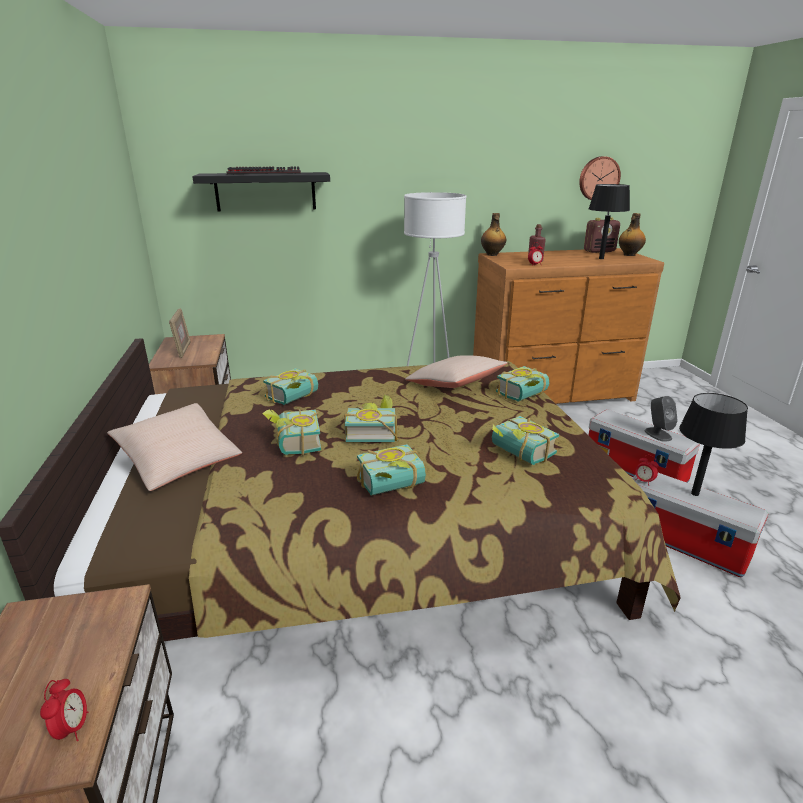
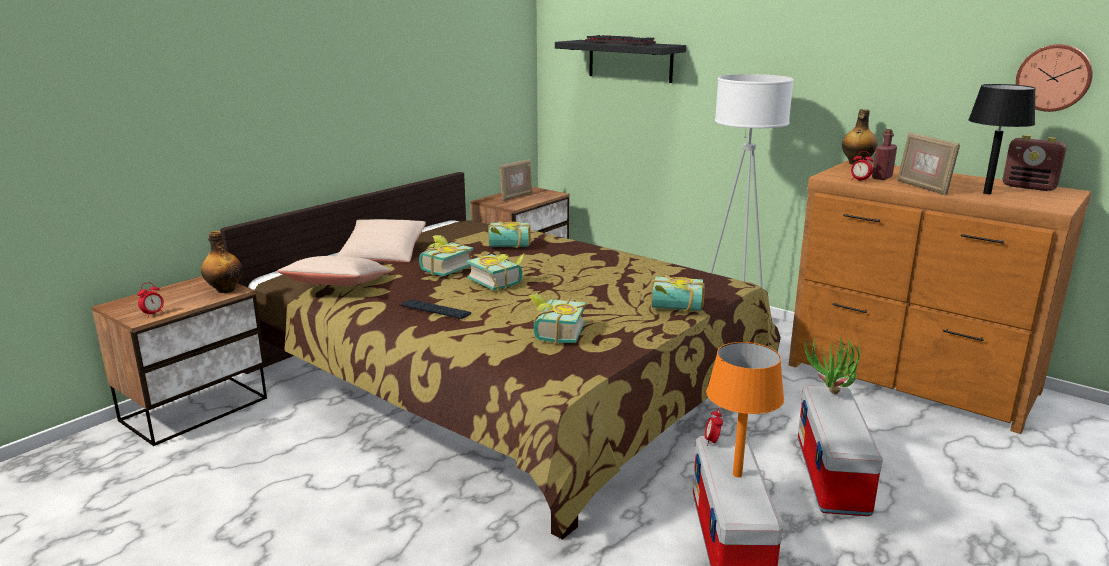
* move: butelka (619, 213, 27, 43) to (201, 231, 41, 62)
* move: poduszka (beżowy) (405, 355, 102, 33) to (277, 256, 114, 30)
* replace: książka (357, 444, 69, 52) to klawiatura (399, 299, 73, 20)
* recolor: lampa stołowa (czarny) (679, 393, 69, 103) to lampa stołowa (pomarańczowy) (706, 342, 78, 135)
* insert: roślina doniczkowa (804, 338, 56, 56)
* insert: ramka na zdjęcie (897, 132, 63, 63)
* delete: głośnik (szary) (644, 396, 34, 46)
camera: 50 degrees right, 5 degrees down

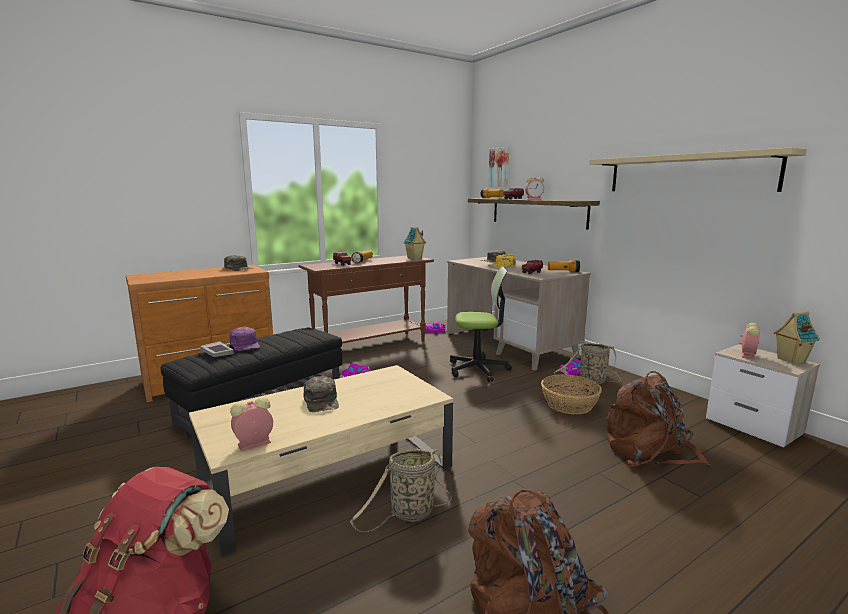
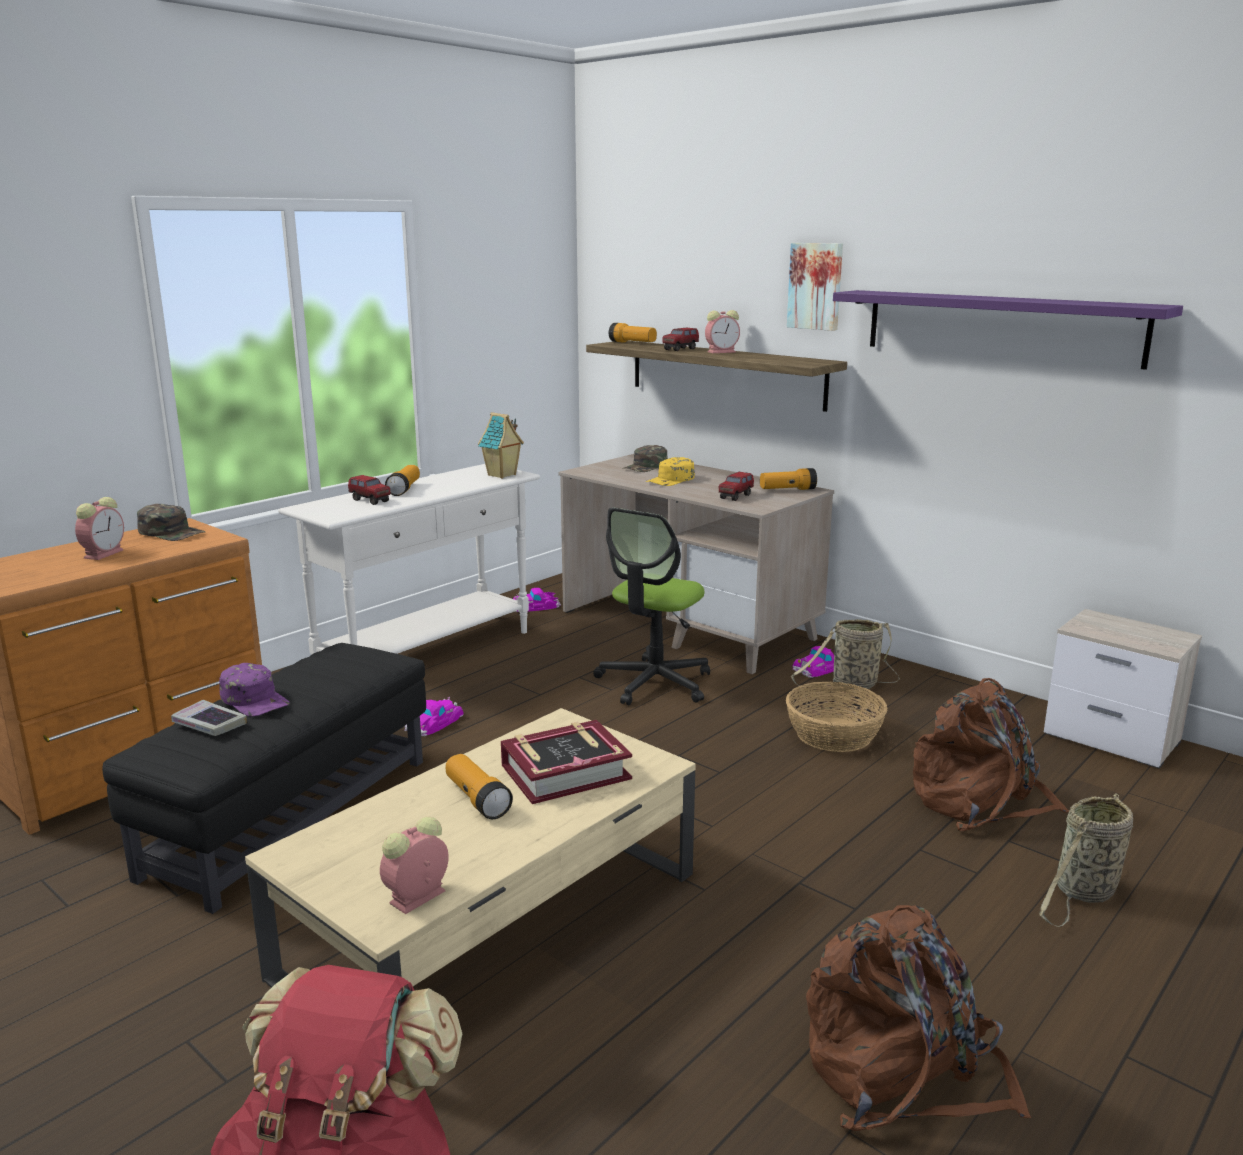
* move: budzik (739, 323, 21, 37) to (75, 497, 49, 63)
* recolor: stolik konsolowy (brązowy) (298, 256, 136, 88) to stolik konsolowy (biały) (278, 464, 262, 191)
* replace: czapka z daszkiem (zielony) (303, 376, 36, 36) to latarka (446, 754, 67, 65)
* insert: książka (501, 720, 131, 84)
* rotate: krzesło biurowe (450, 267, 62, 115) = (593, 508, 117, 197) 135 degrees clockwise
* move: obraz (488, 147, 21, 40) to (787, 243, 56, 88)
* recolor: półka (beżowy) (589, 147, 218, 45) to półka (fioletowy) (833, 290, 350, 80)
* move: koszyk (350, 449, 102, 83) to (1039, 793, 94, 134)
* delete: domek (774, 312, 46, 52)
camera: 15 degrees left, 5 degrees up

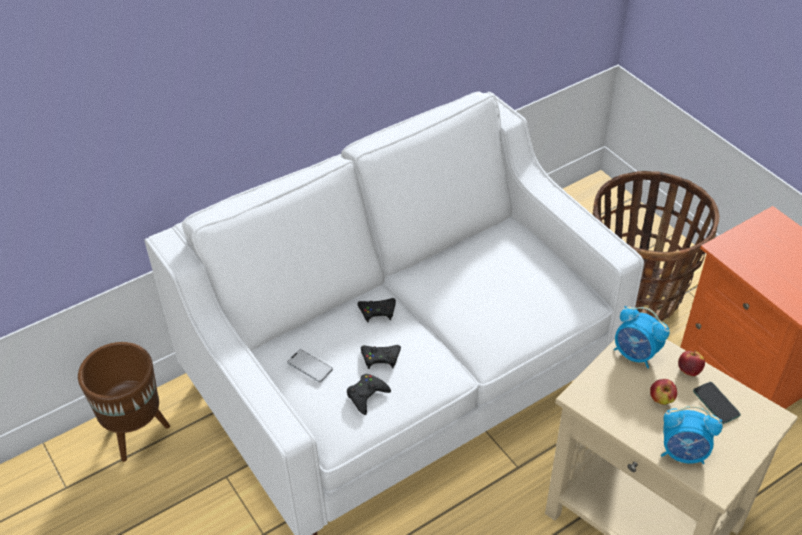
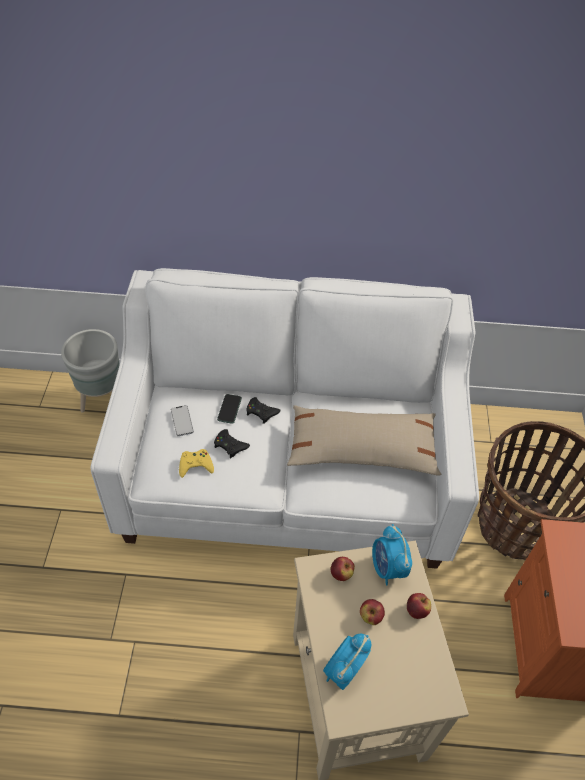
* recolor: donica (brązowy) (78, 342, 92, 120) to donica (szary) (61, 329, 58, 84)
* recolor: pad do gier (czarny) (347, 374, 44, 41) to pad do gier (żółty) (179, 449, 35, 29)
* move: telefon (693, 382, 48, 42) to (217, 394, 25, 30)
* insert: poduszka (beżowy) (287, 405, 154, 70)
* rotate: budzik (661, 406, 62, 58) = (323, 634, 48, 56) 75 degrees clockwise
* insert: jabłko (330, 557, 25, 24)
camera: 35 degrees right, 5 degrees up

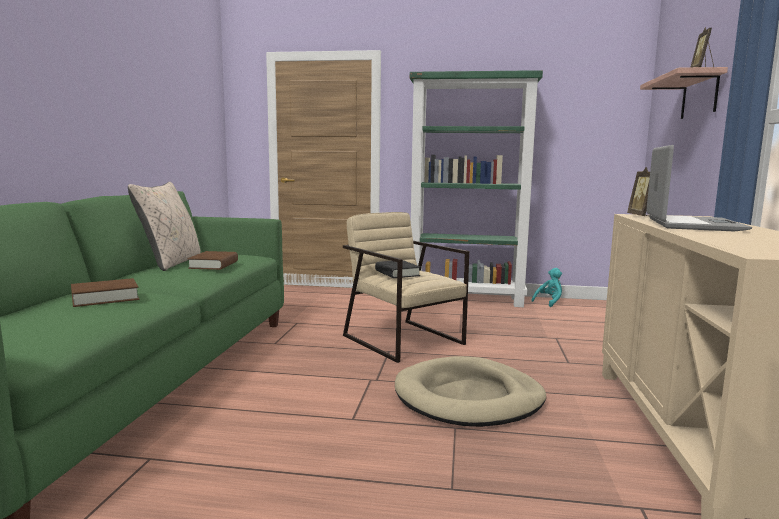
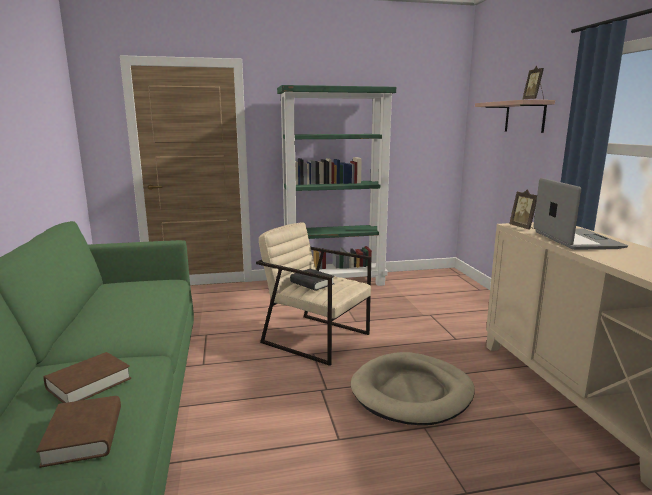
* move: książka (brązowy) (188, 251, 50, 19) to (36, 396, 85, 72)
* delete: poduszka (beżowy) (128, 182, 73, 89)
* delete: pluszak (turkusowy) (531, 268, 31, 39)
camera: 20 degrees left, 5 degrees up

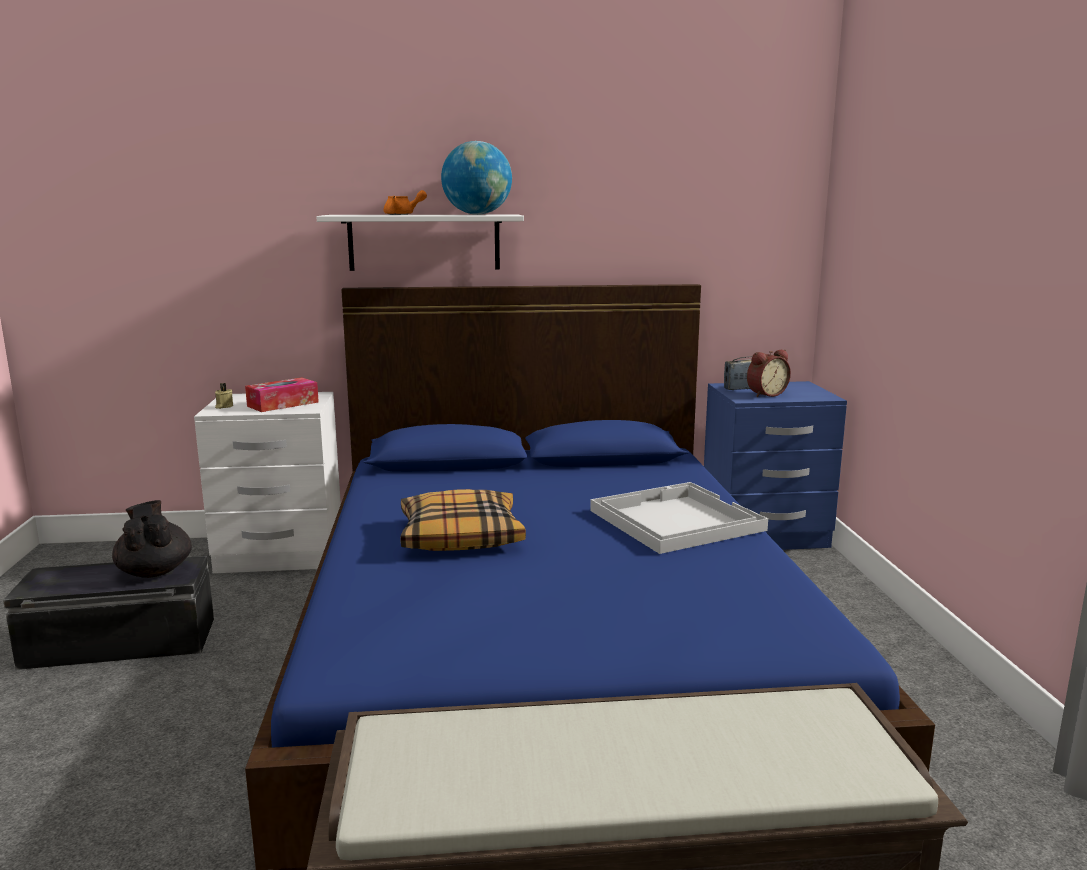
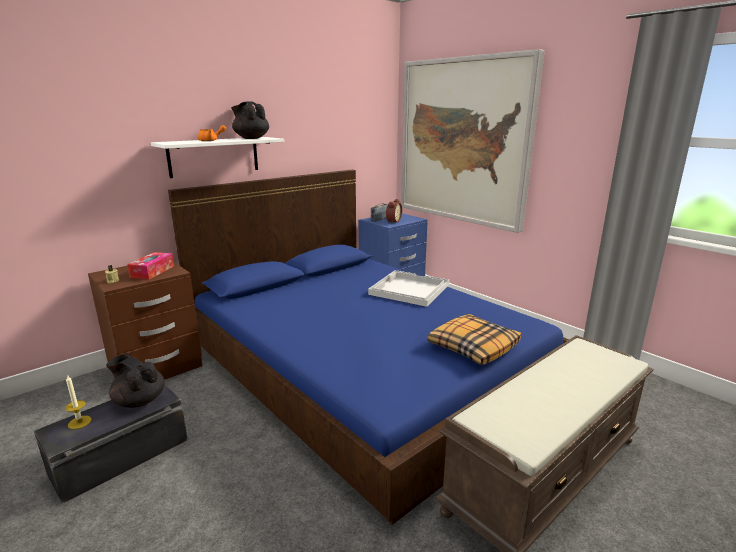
* insert: świeca (65, 375, 27, 54)
* recolor: szafka nocna (biały) (194, 392, 147, 181) to szafka nocna (brązowy) (88, 262, 114, 118)
* replace: globus (441, 141, 71, 74) to imbryk (czarny) (231, 101, 38, 38)
* insert: obraz (401, 49, 144, 184)
* move: poduszka (400, 489, 126, 62) to (427, 314, 94, 51)
camera: 35 degrees left, 5 degrees up

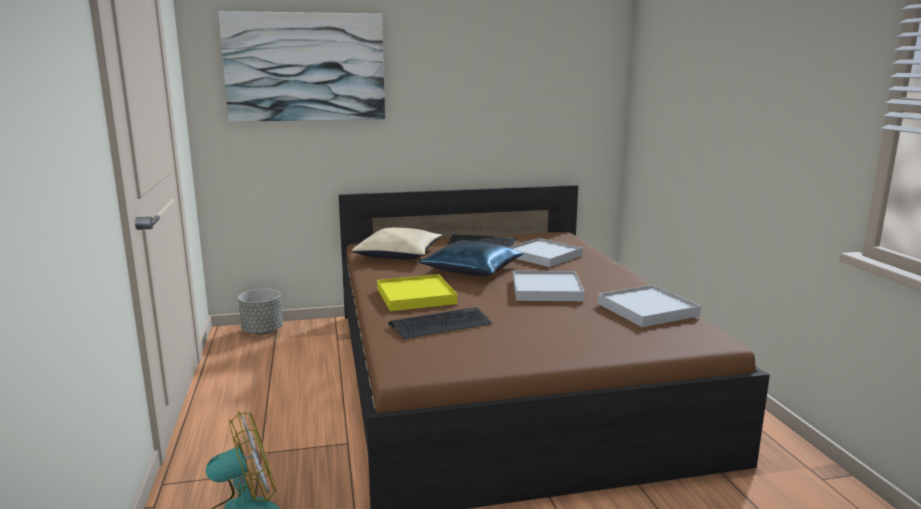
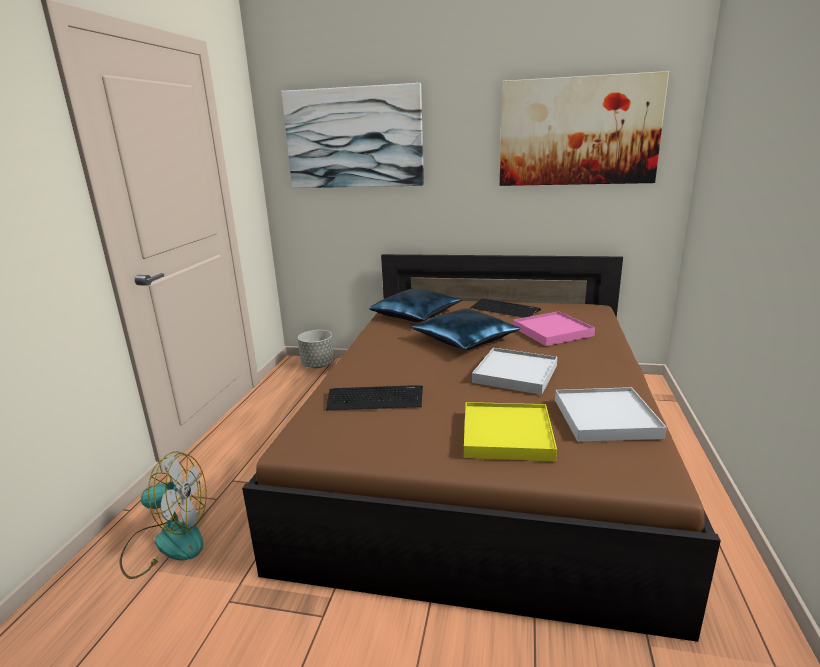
* recolor: poduszka (beżowy) (352, 227, 90, 33) to poduszka (niebieski) (369, 289, 93, 33)
* move: taca (żółty) (377, 274, 80, 37) to (464, 402, 93, 59)
* insert: obraz (500, 71, 169, 115)
* recolor: taca (biały) (508, 238, 75, 29) to taca (różowy) (513, 311, 82, 35)
camera: 25 degrees right, 5 degrees up

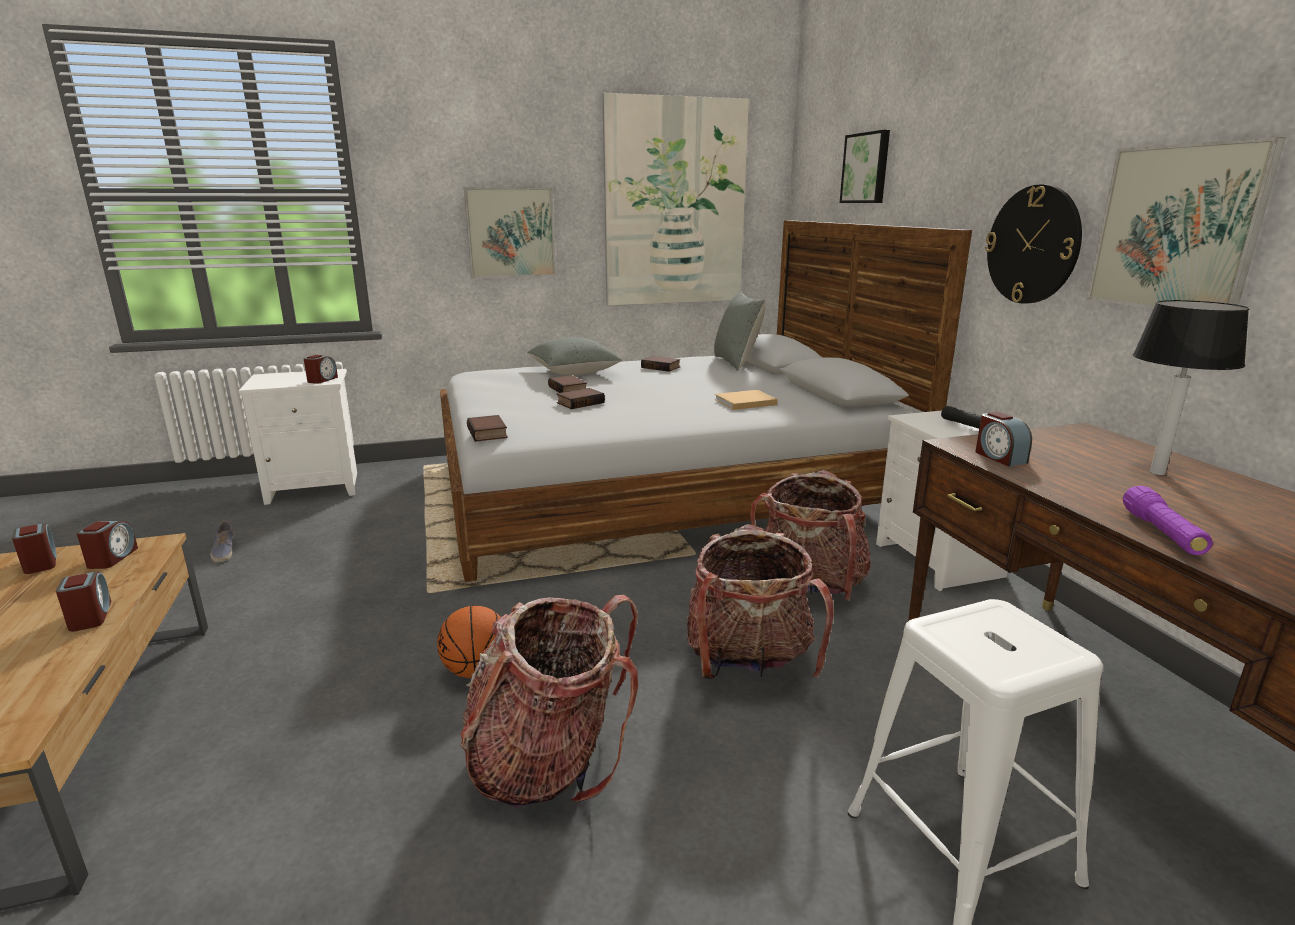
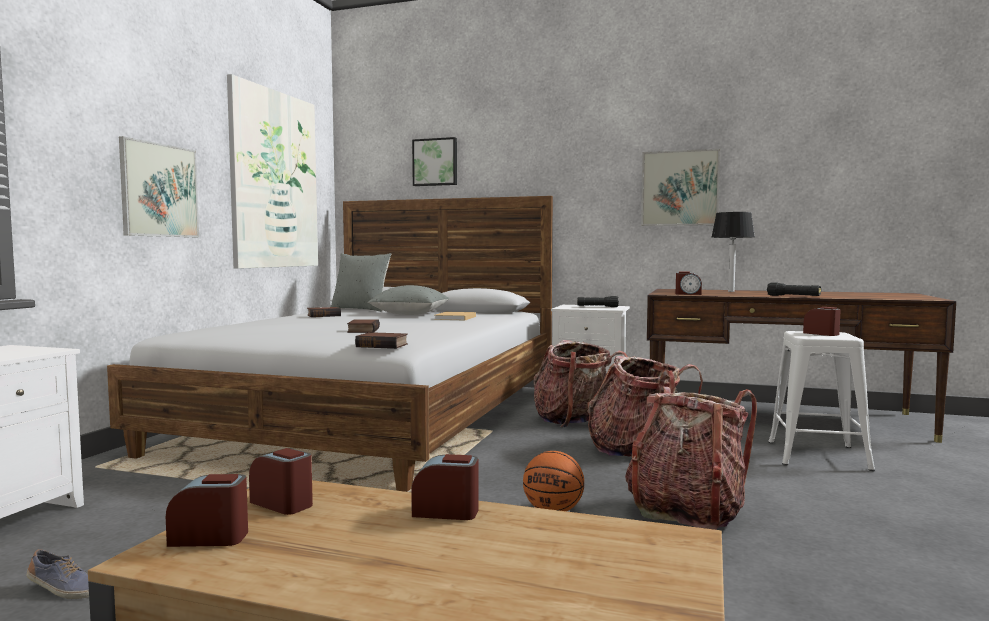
* move: poduszka (szary) (527, 337, 95, 38) to (368, 285, 82, 30)
* recolor: latarka (fioletowy) (1123, 486, 90, 69) to latarka (czarny) (767, 282, 54, 14)
* move: budzik (304, 355, 34, 29) to (803, 307, 38, 29)
* delete: książka (548, 375, 39, 18)
* delete: zegar ścienny (985, 184, 97, 120)
camera: 55 degrees left, 15 degrees down

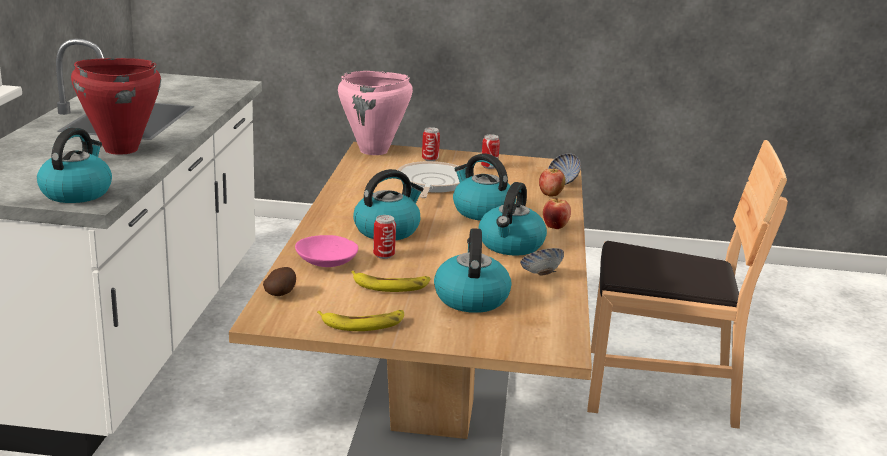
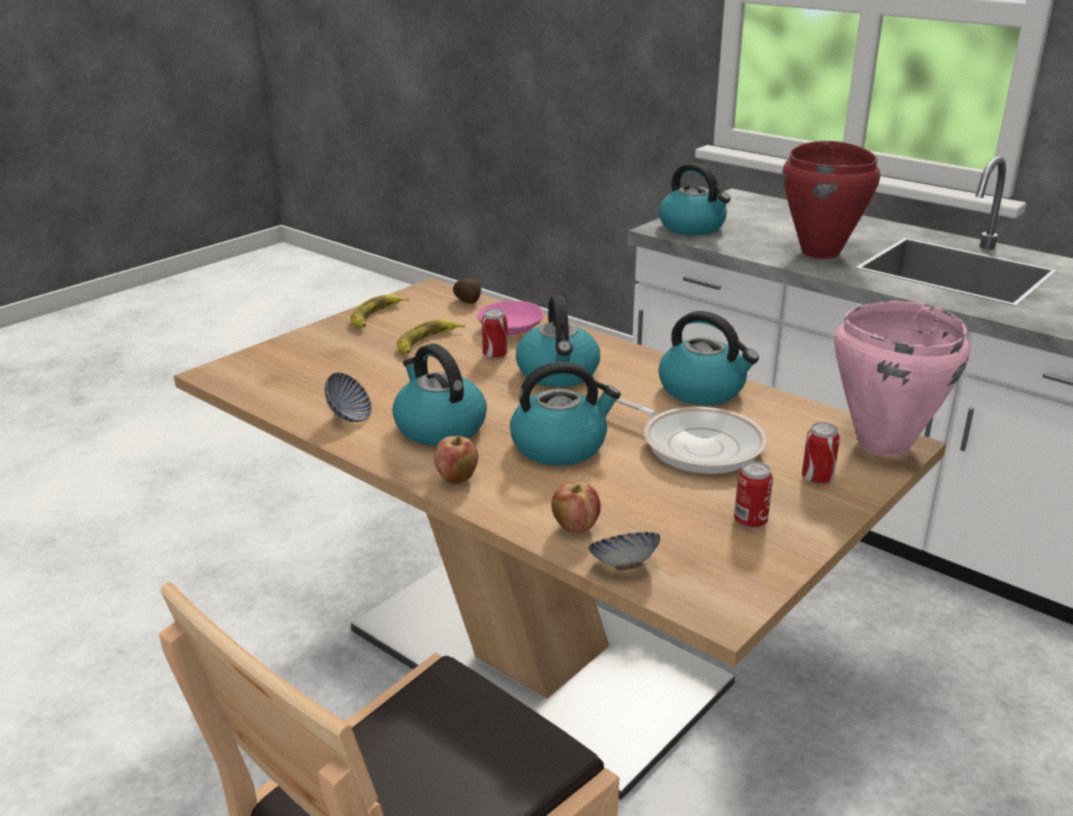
* move: czajnik (434, 228, 77, 85) to (658, 311, 101, 94)
camera: 125 degrees right, 5 degrees up

